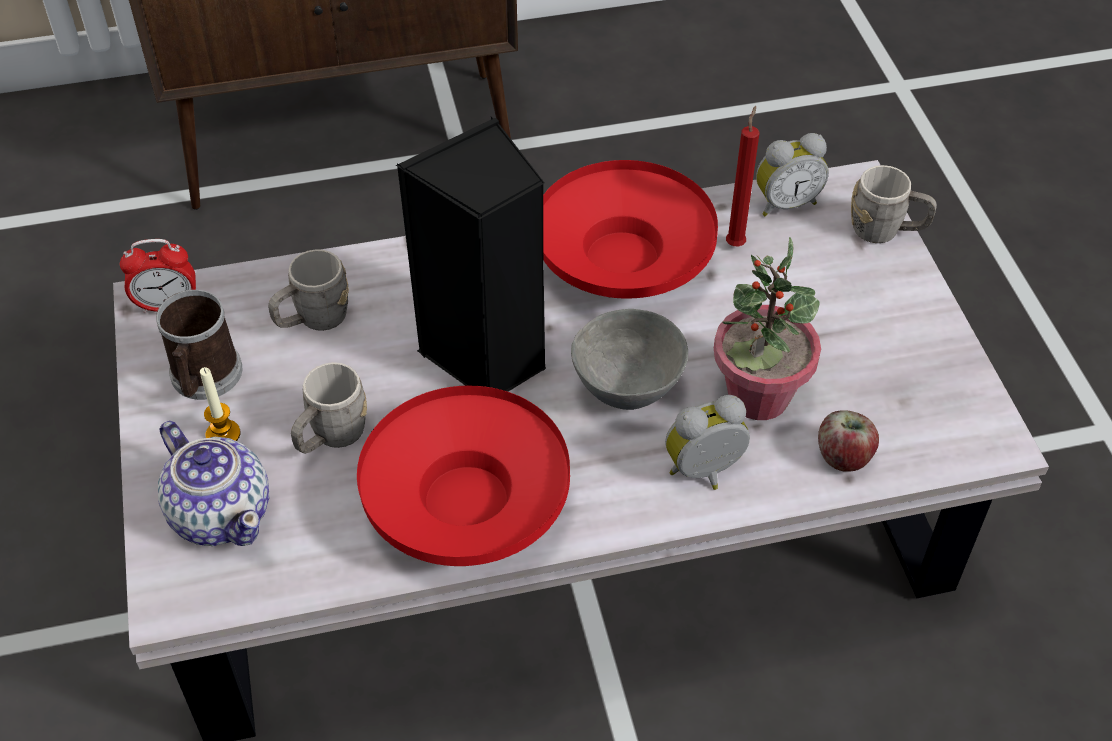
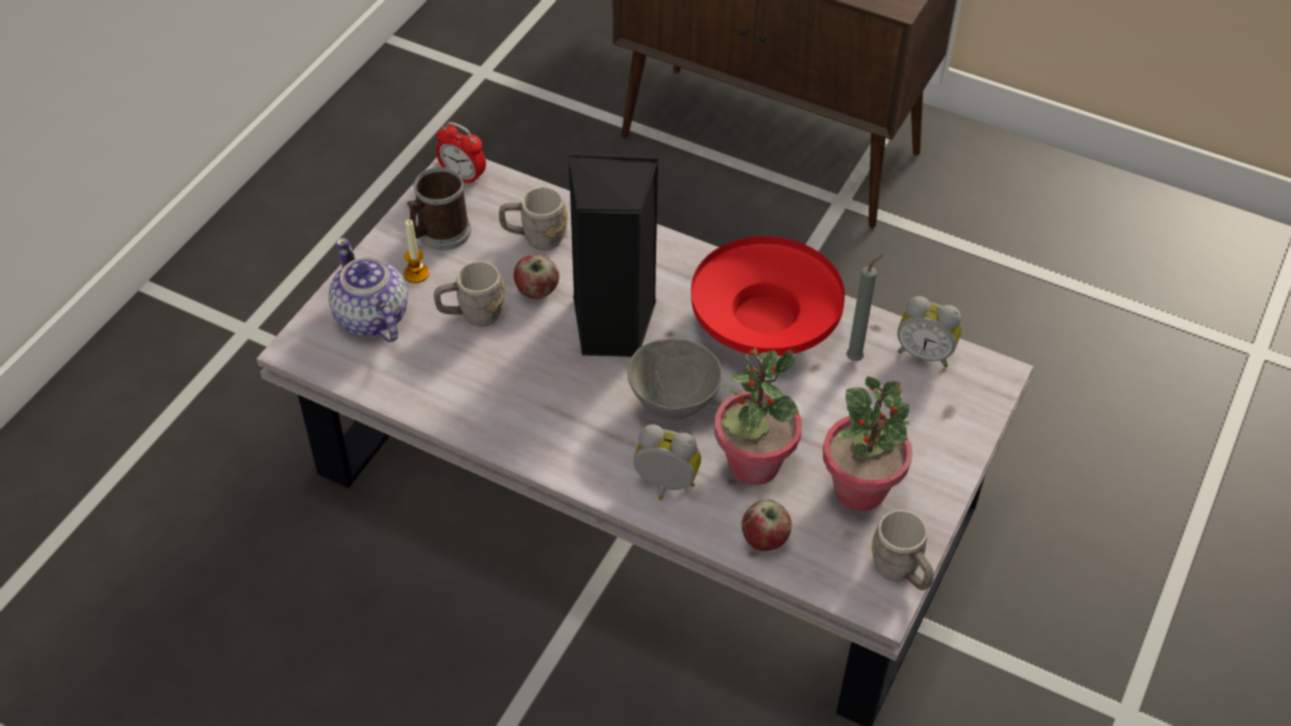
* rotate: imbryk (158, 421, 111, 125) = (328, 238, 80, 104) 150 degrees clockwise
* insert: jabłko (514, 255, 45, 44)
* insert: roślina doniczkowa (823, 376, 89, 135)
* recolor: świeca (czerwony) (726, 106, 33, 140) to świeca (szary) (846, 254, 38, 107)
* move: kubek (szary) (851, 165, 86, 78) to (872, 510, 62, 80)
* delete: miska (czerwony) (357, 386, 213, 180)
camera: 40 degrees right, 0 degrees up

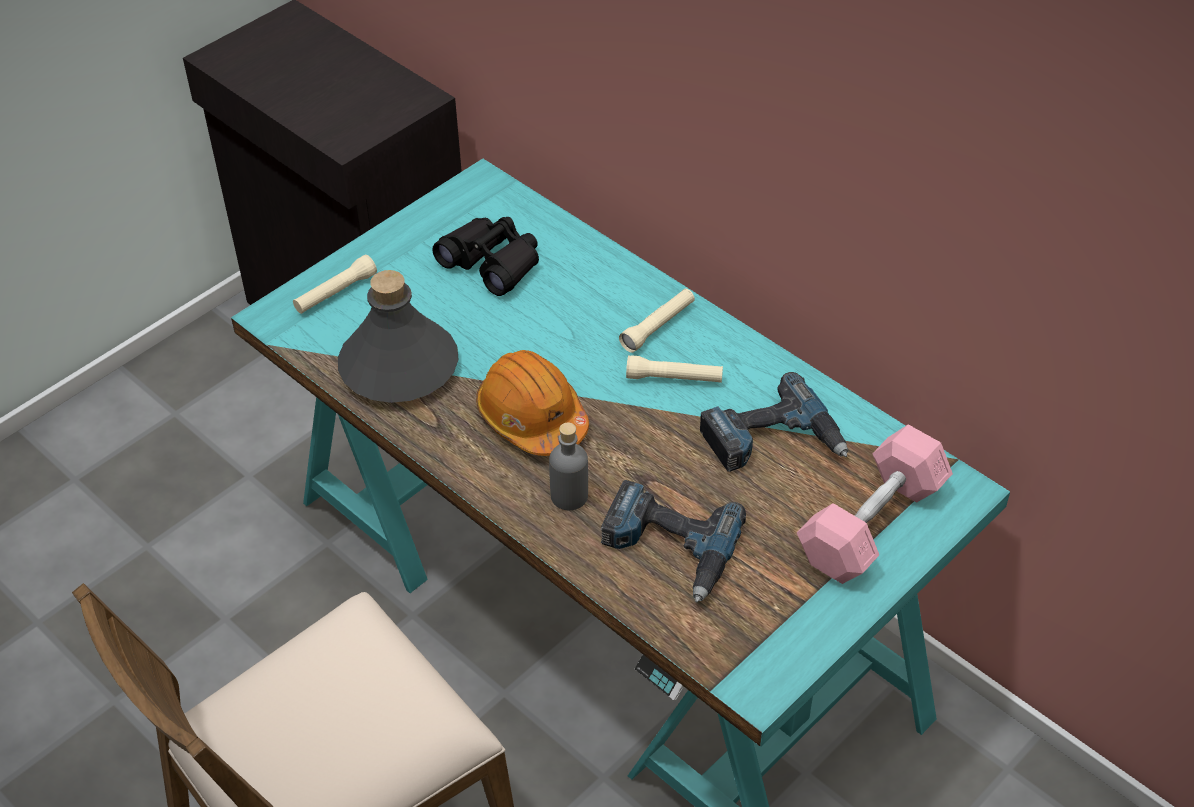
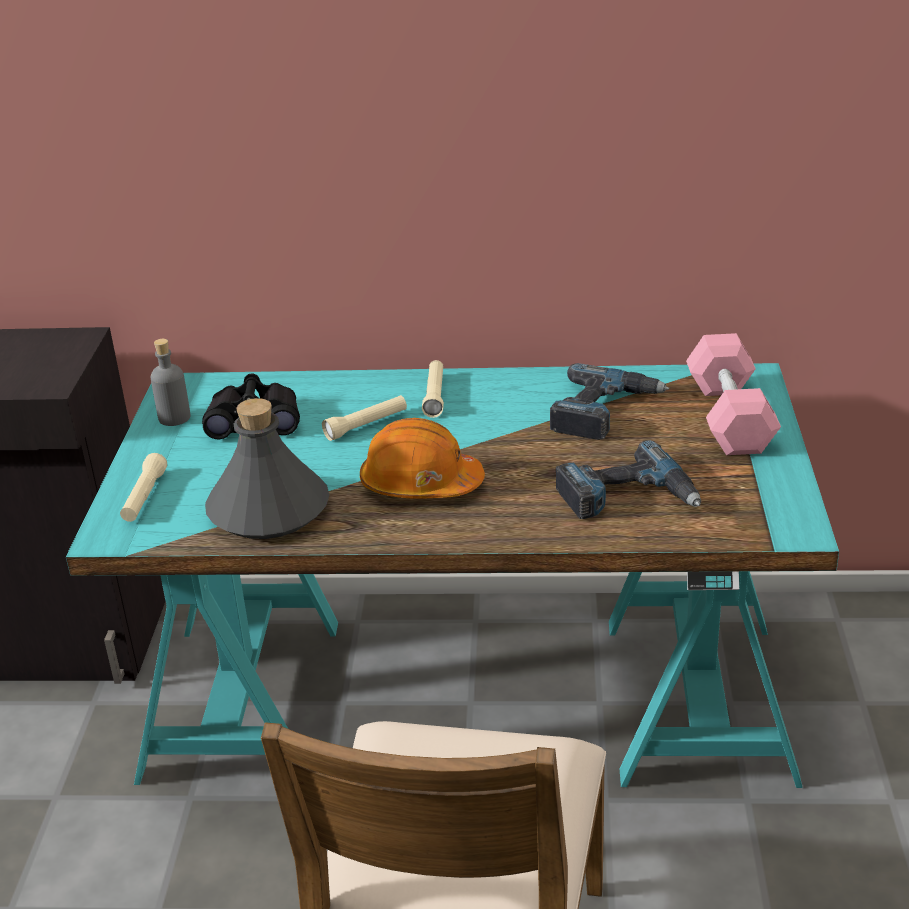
* move: butelka (szary) (549, 423, 39, 87) to (151, 339, 39, 87)
* move: latarka (beżowy) (626, 355, 97, 28) to (322, 395, 85, 46)
camera: 40 degrees left, 15 degrees down

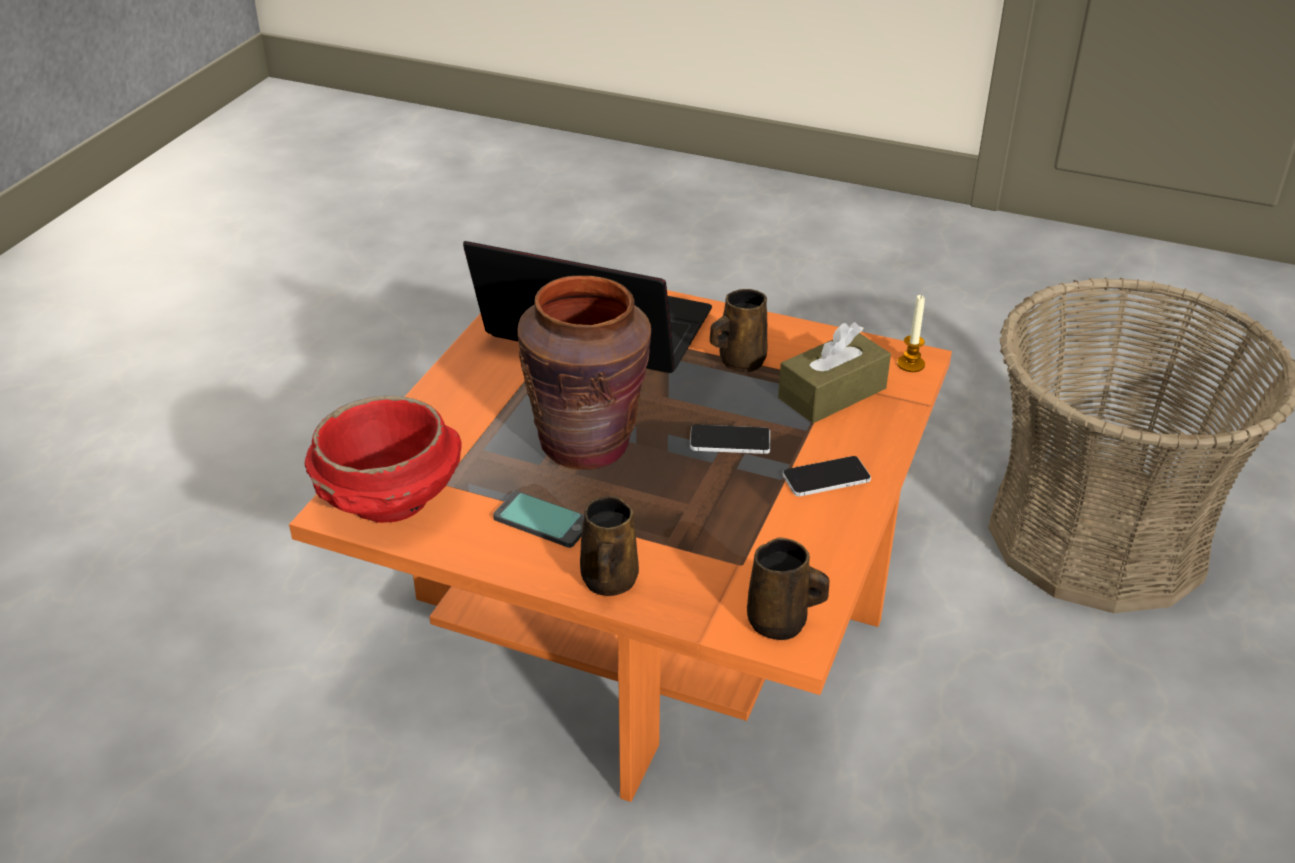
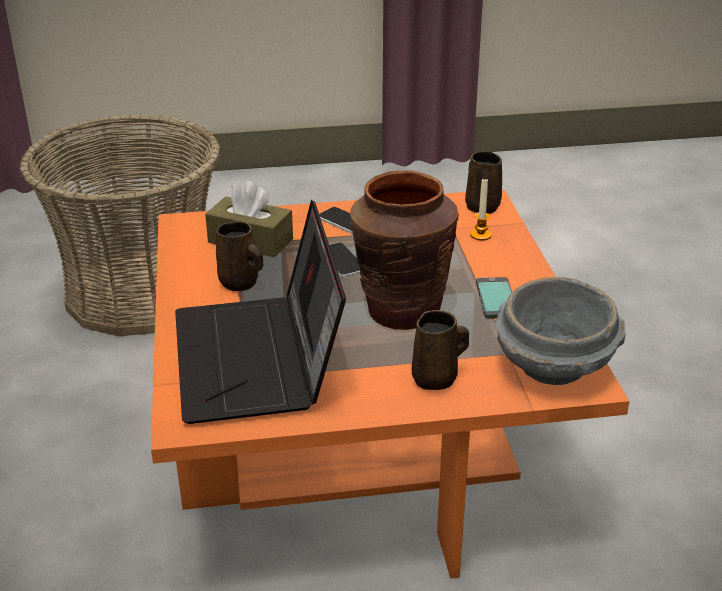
* move: kubek (brązowy) (580, 496, 59, 100) to (412, 310, 57, 80)
* move: świeca (897, 295, 28, 77) to (470, 179, 22, 62)
* recolor: miska (czerwony) (305, 396, 157, 127) to miska (szary) (495, 277, 131, 108)
camera: 120 degrees left, 5 degrees down

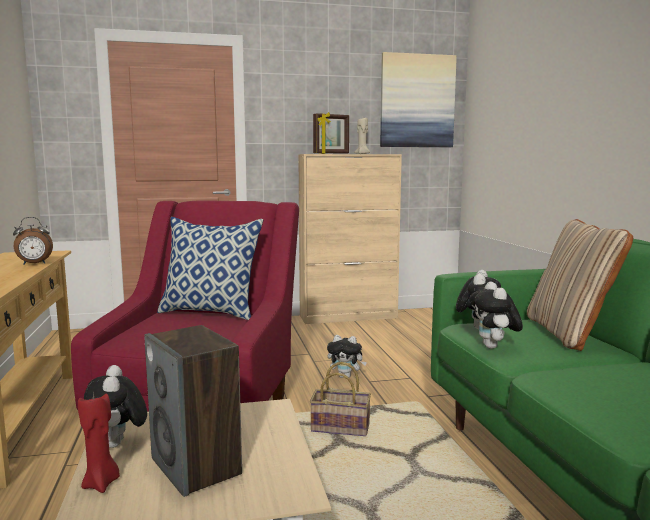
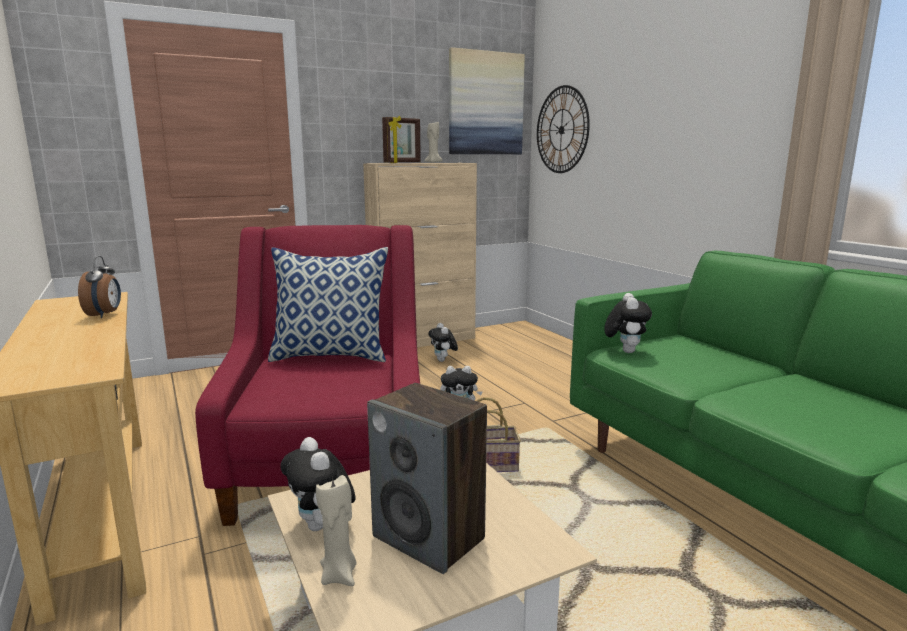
* rotate: budzik (13, 217, 40, 48) = (78, 256, 43, 62) 60 degrees counterclockwise
* recolor: świeca (czerwony) (78, 393, 42, 100) to świeca (beżowy) (316, 475, 41, 111)
* move: pluszak (470, 281, 53, 68) to (428, 323, 30, 39)
* insert: zegar ścienny (537, 85, 53, 88)
* delete: poduszka (beżowy) (527, 219, 106, 132)
camera: 15 degrees left, 5 degrees up

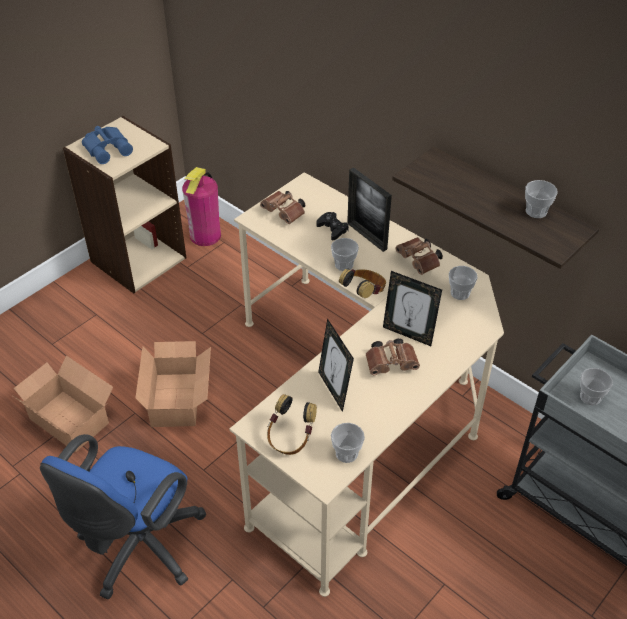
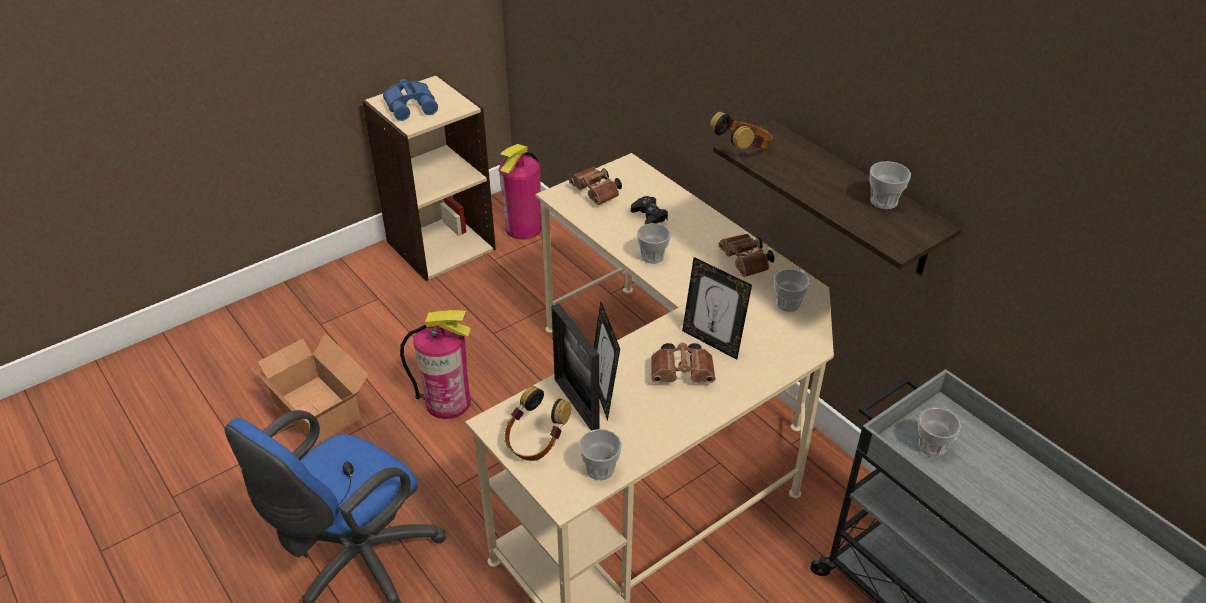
* replace: karton (135, 341, 76, 86) to gaśnica (400, 310, 71, 109)
* move: ramka na zdjęcie (347, 167, 45, 85) to (551, 303, 48, 128)
* move: słuchawki (339, 268, 47, 30) to (710, 112, 63, 38)
camera: 10 degrees right, 5 degrees down

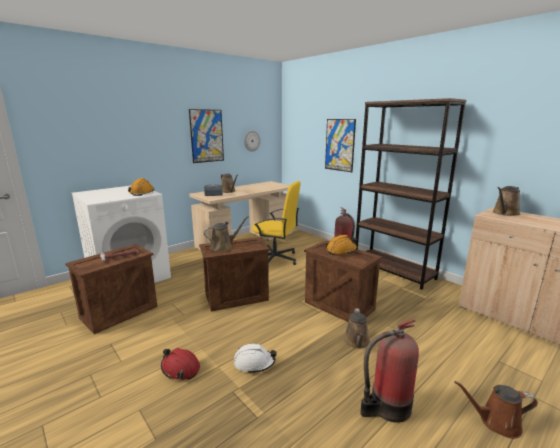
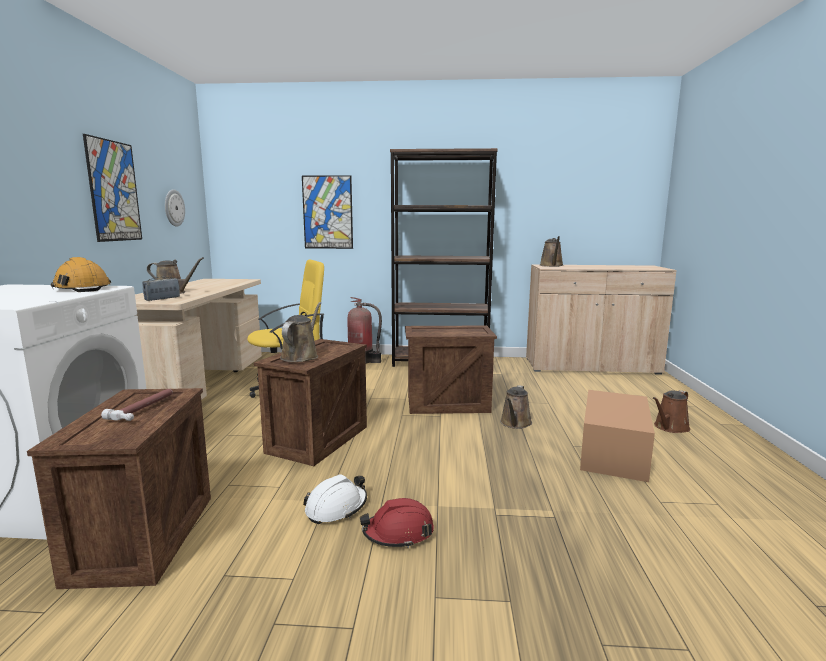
* move: kask (biały) (234, 344, 43, 30) to (303, 474, 64, 50)
* rotate: konewka (brązowy) (344, 309, 26, 40) = (500, 385, 32, 44) 60 degrees clockwise
* replace: gaśnica (360, 319, 59, 104) to karton (580, 390, 75, 92)
* delete: kask (pomarańczowy) (326, 235, 31, 20)
camera: 45 degrees left, 5 degrees down

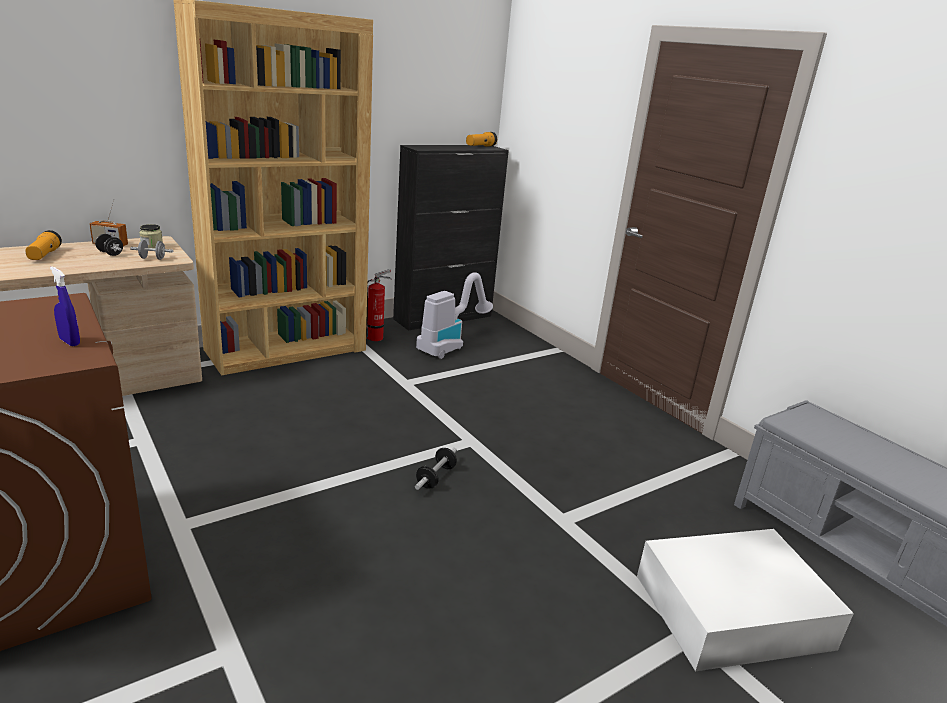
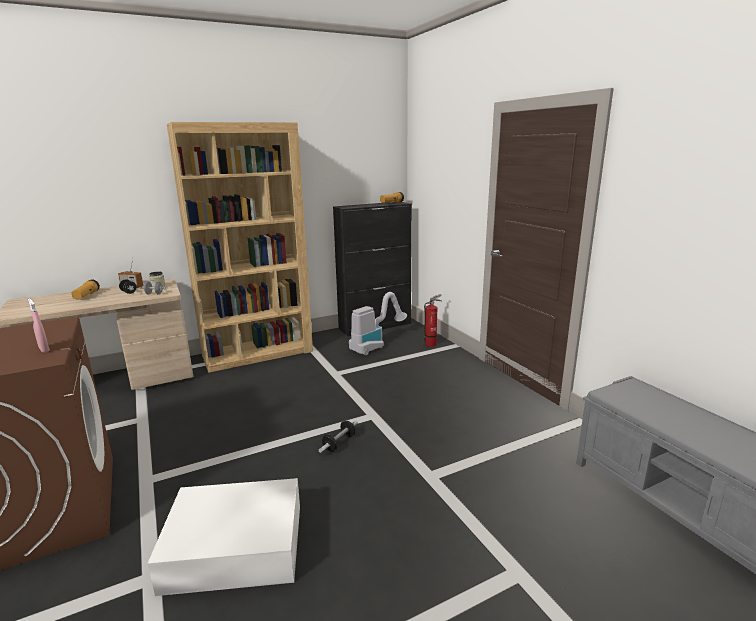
* recolor: spryskiwacz (niebieski) (50, 267, 30, 79) to spryskiwacz (różowy) (28, 299, 22, 54)
* move: pojemnik do przechowywania (biały) (637, 529, 217, 142) to (147, 478, 153, 118)
* move: gaśnica (366, 269, 26, 72) to (424, 294, 17, 53)
camera: 10 degrees right, 5 degrees down

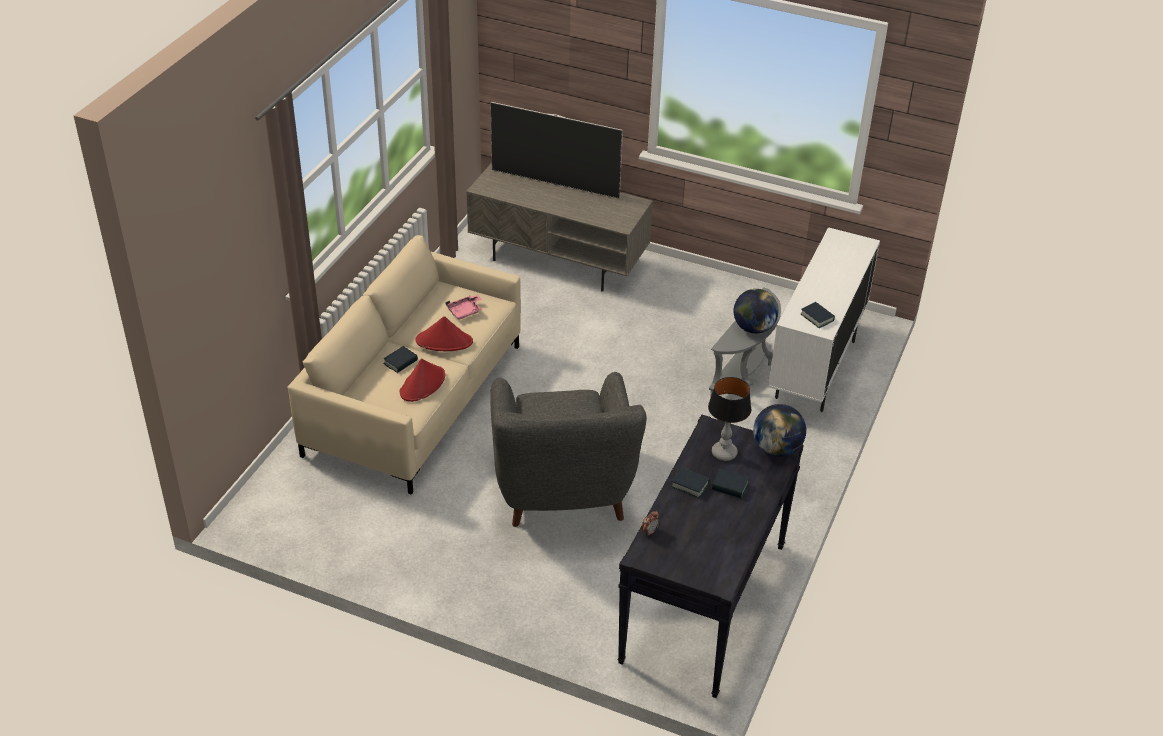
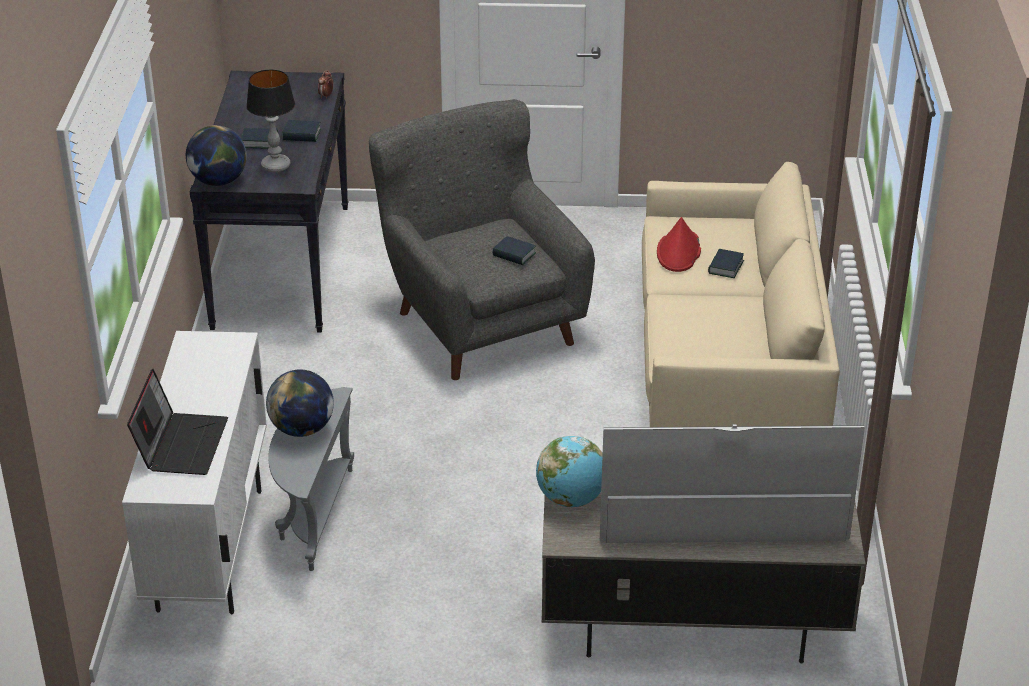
* insert: laptop (127, 369, 101, 106)
* move: książka (801, 302, 34, 26) to (492, 236, 44, 29)
* insert: globus (536, 436, 67, 71)
* delete: kapelusz (czerwony) (415, 316, 58, 35)
* delete: taca (różowy) (446, 295, 36, 25)
camera: 160 degrees right, 5 degrees down

